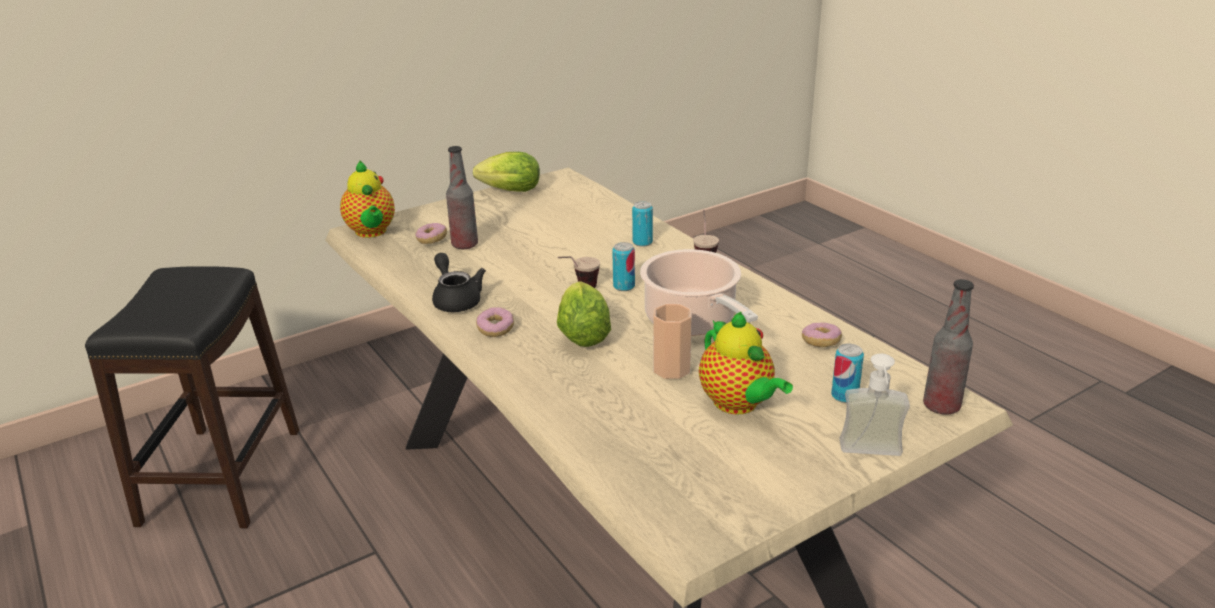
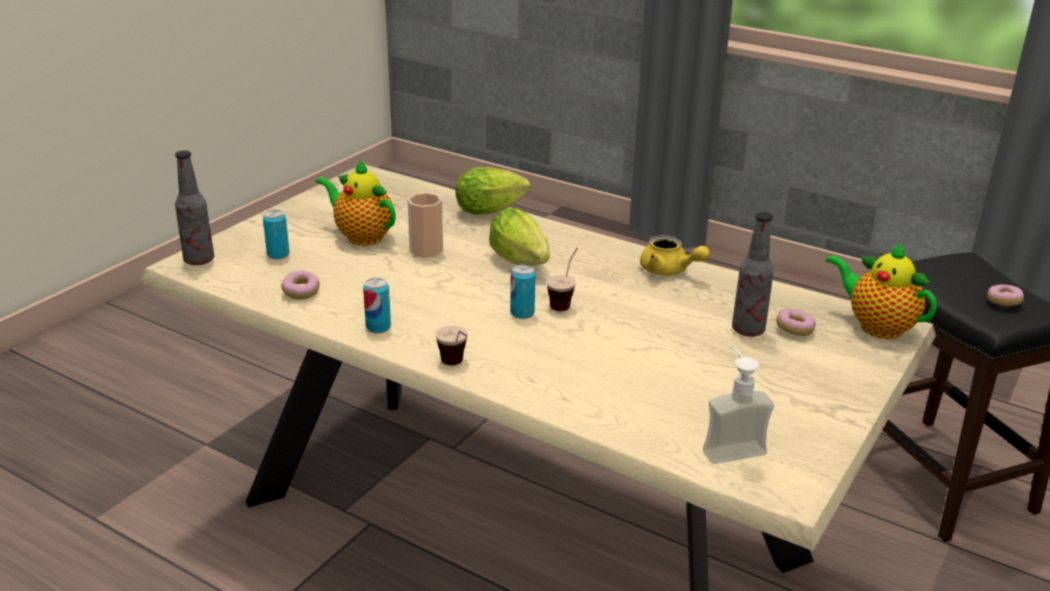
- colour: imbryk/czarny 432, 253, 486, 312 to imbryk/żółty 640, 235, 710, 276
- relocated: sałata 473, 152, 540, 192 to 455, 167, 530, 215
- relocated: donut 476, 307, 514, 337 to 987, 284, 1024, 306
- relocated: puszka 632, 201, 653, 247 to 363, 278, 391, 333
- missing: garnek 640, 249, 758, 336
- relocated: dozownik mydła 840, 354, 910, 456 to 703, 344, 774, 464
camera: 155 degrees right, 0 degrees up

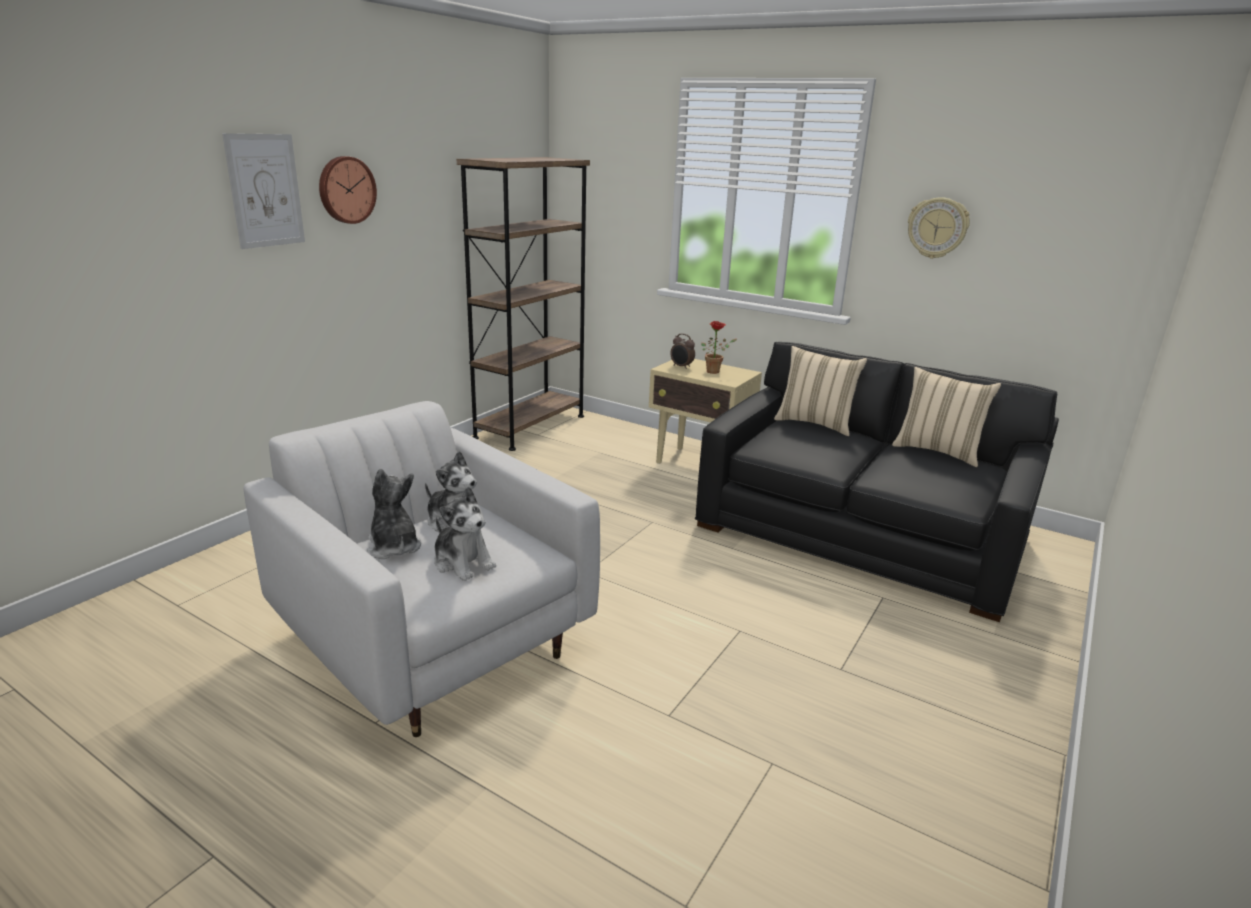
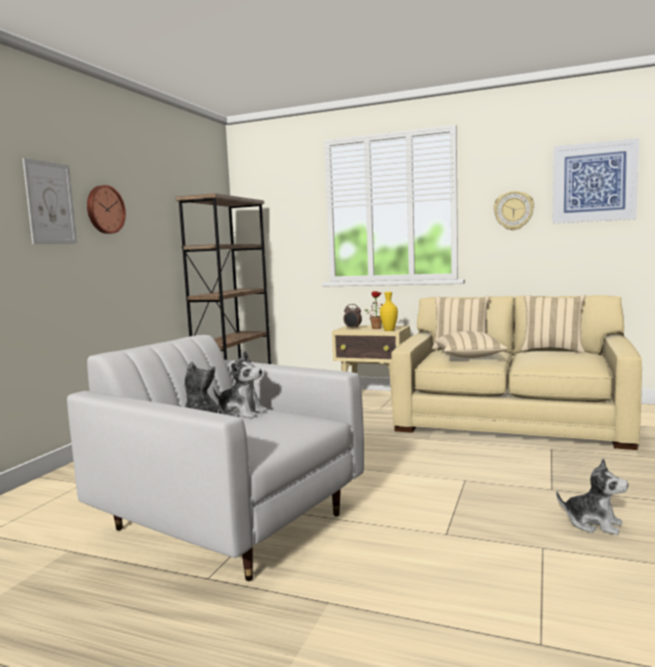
- relocated: pluszak 434, 486, 496, 581 to 556, 458, 628, 535
- colour: kanapa/czarny 695, 342, 1059, 622 to kanapa/beżowy 391, 295, 642, 450
- appeared: wazon/żółty 380, 292, 398, 331
- appeared: poduszka/beżowy 435, 331, 508, 358
- appeared: obraz 553, 138, 639, 223
camera: 10 degrees left, 15 degrees down

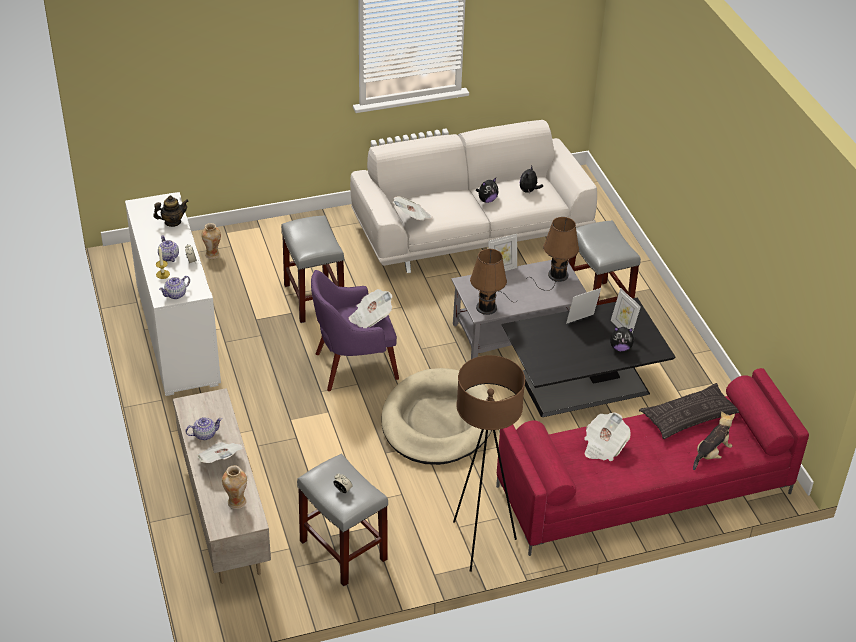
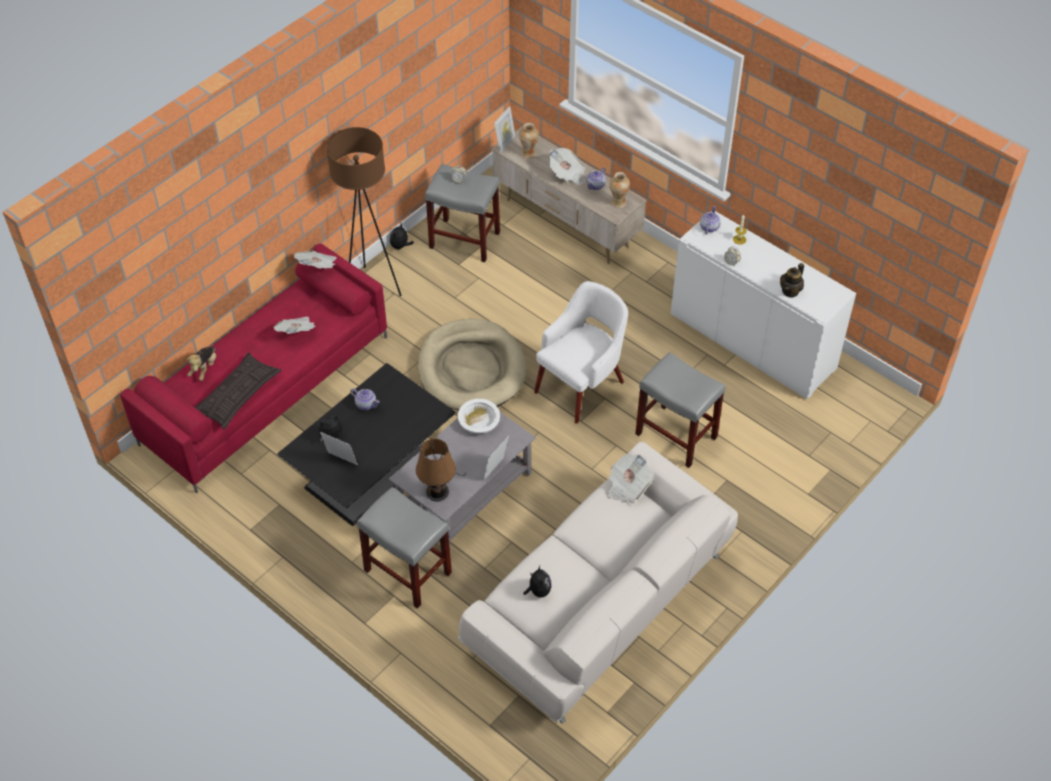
- relocated: imbryk 158, 235, 179, 262 to 350, 388, 380, 410
- relocated: wazon 201, 223, 221, 259 to 610, 172, 630, 209
- colour: fotel/fioletowy 311, 270, 399, 391 to fotel/biały 534, 281, 628, 424
- relocated: gazeta 349, 289, 393, 328 to 294, 251, 337, 269
- exchanged: lampa stołowa/brązowy 470, 249, 518, 315 to miska/biały 458, 399, 500, 434
- relocated: pluszak 476, 178, 498, 203 to 390, 224, 414, 251
- relocated: ramka na zdjęcie 566, 288, 601, 324 to 494, 106, 516, 153
camera: 150 degrees right, 10 degrees up

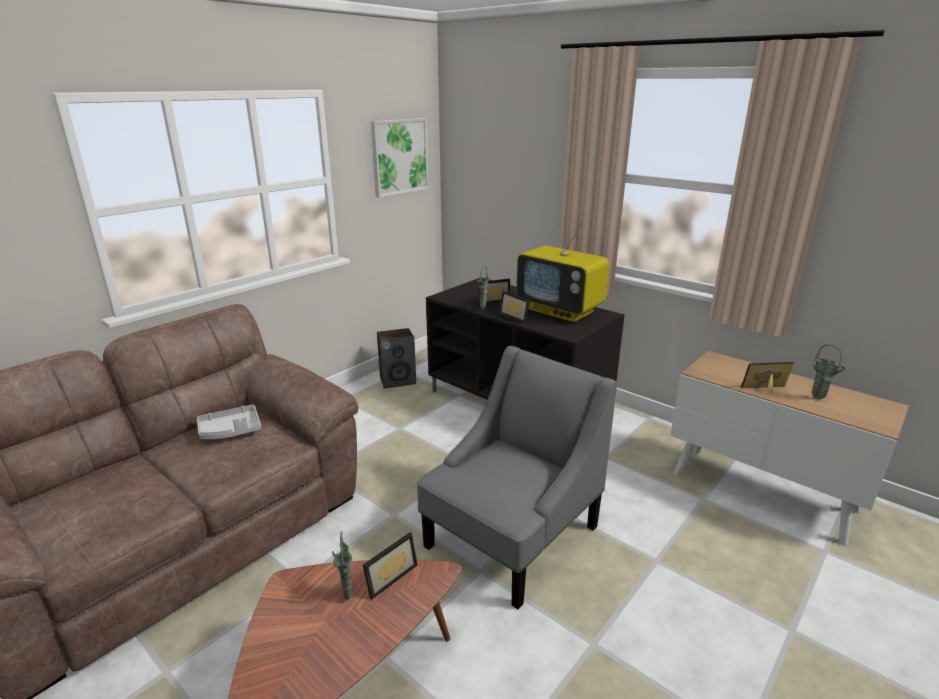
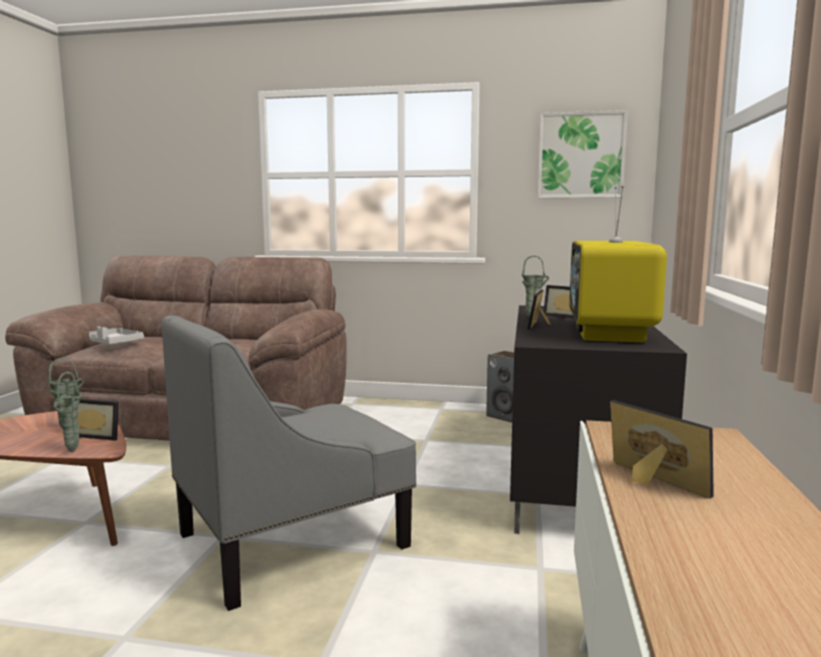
- relocated: taca/szary 197, 404, 261, 439 to 89, 326, 144, 345
- spun: fotel/szary 417, 346, 617, 609 = 162, 315, 416, 611 135 degrees clockwise
- relocated: wazon/zielony 812, 344, 845, 399 to 53, 372, 82, 452
camera: 60 degrees right, 15 degrees down

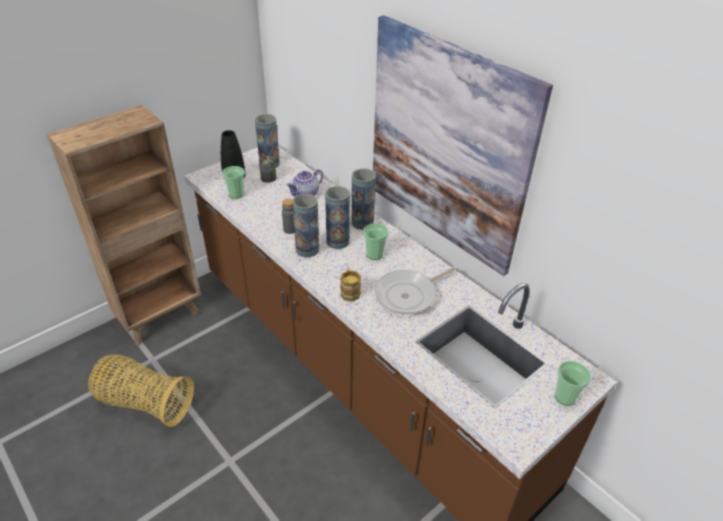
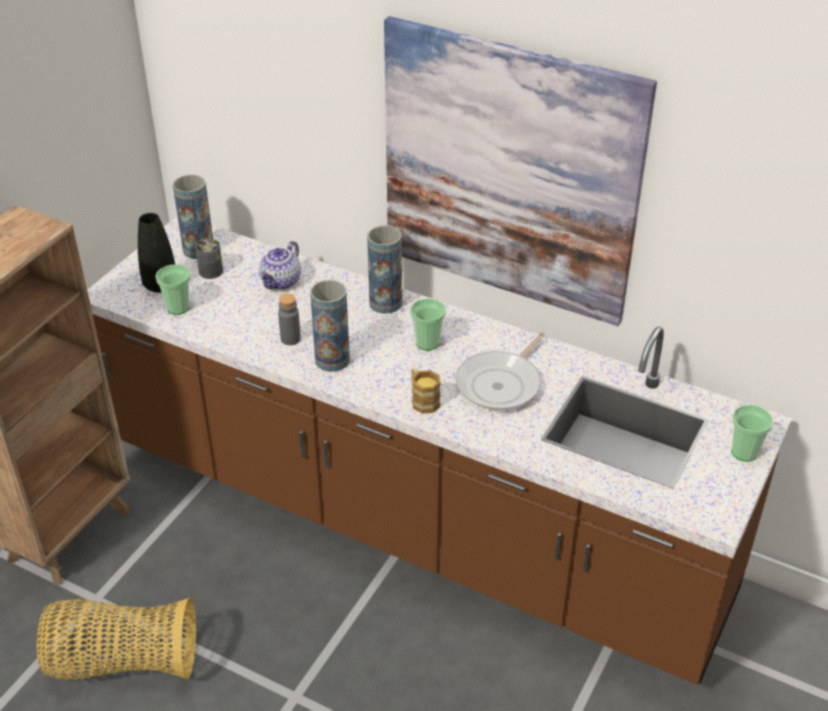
- missing: wazon 325, 186, 350, 249
camera: 20 degrees left, 0 degrees up

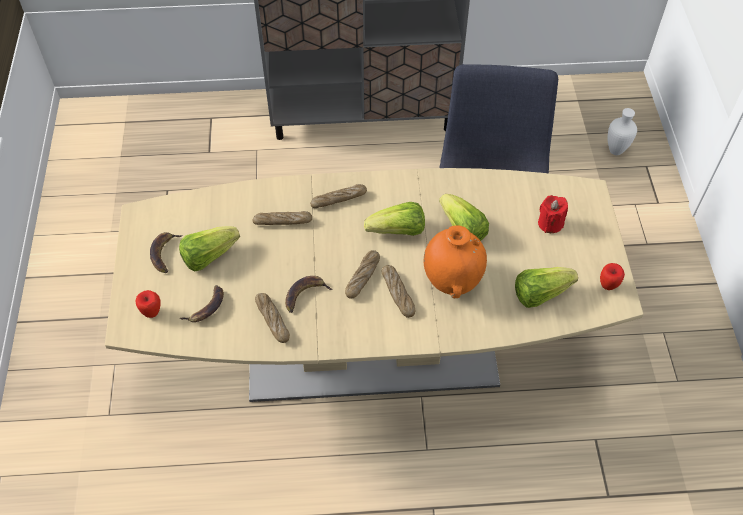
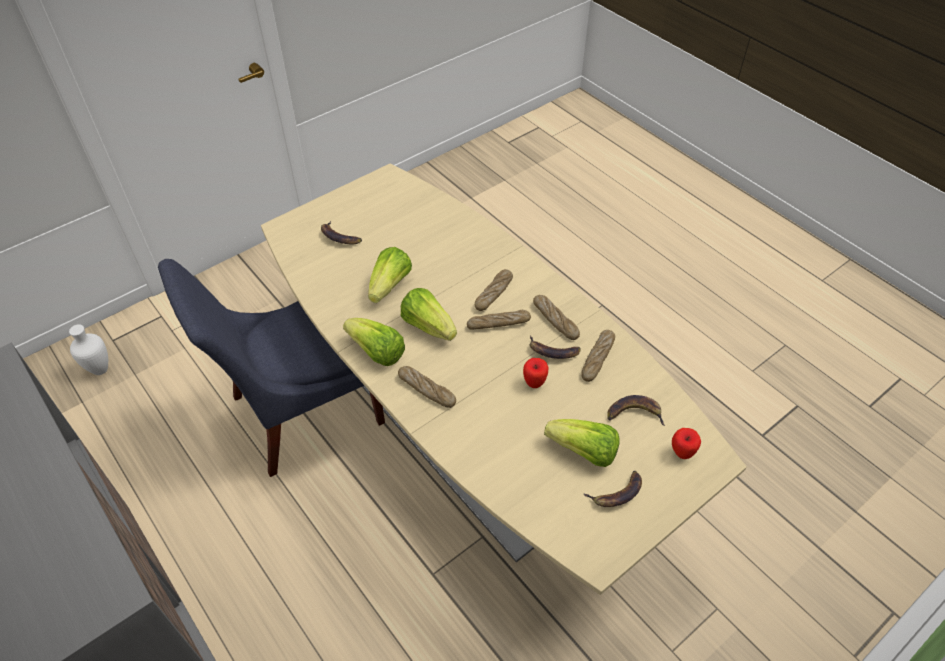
- relocated: chleb 253, 211, 312, 225 to 533, 295, 580, 340
- missing: wazon/pomarańczowy 424, 225, 487, 298
- relocated: sałata 515, 267, 578, 308 to 343, 318, 405, 366
- exchanged: świeca/czerwony 538, 195, 568, 233 to banan 321, 221, 362, 245
- relocated: jabłko 600, 263, 625, 290 to 523, 358, 548, 388
camera: 125 degrees left, 5 degrees down

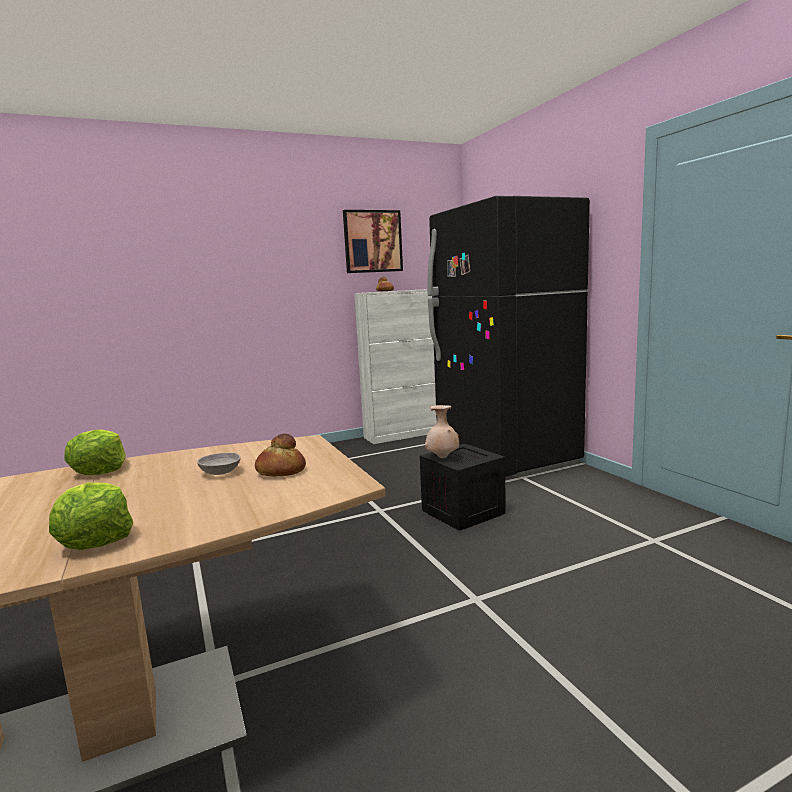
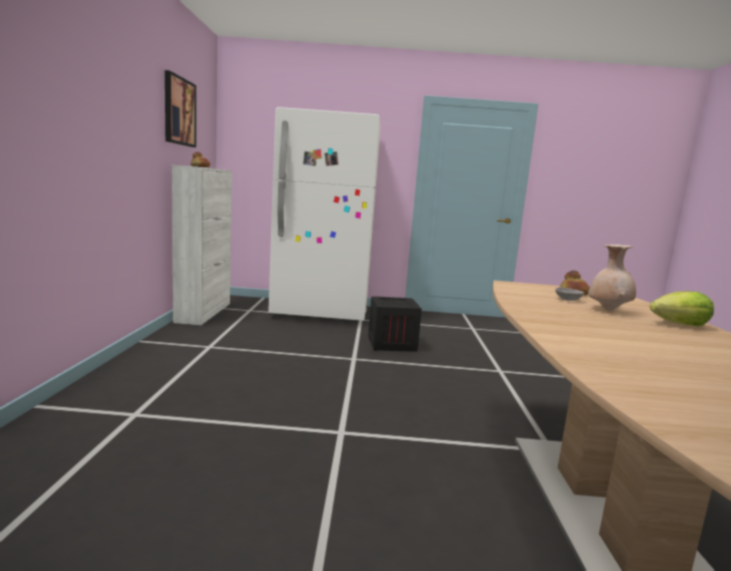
- missing: sałata 65, 430, 126, 475
- relocated: wazon/beżowy 425, 405, 459, 458 to 588, 244, 636, 311
- colour: lodówka/czarny 427, 196, 590, 478 to lodówka/biały 268, 107, 380, 321
camera: 65 degrees left, 0 degrees up

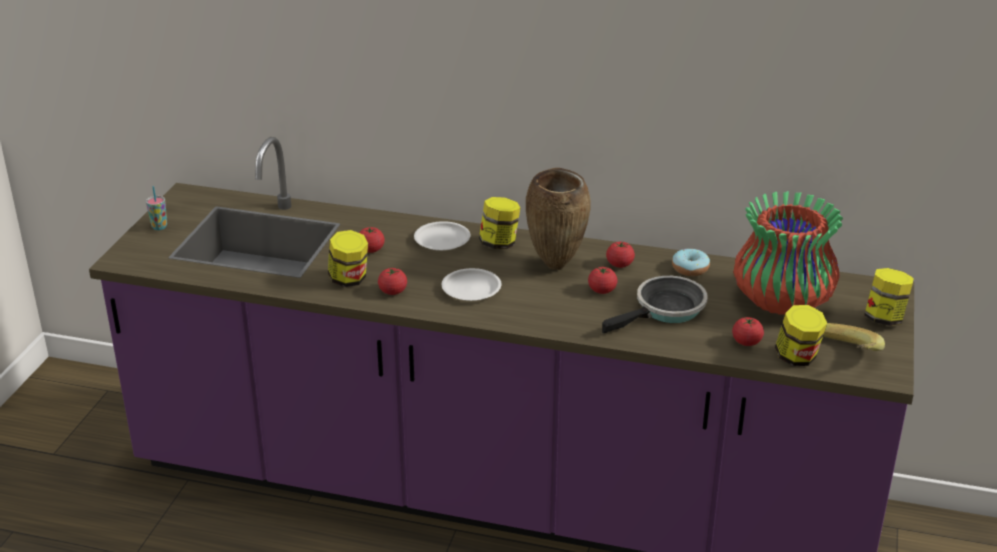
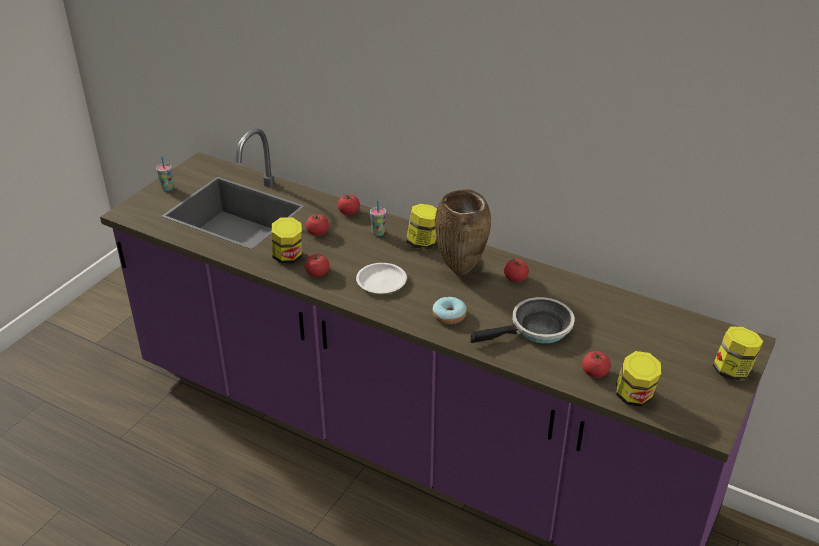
- exchanged: talerz/biały 414, 221, 470, 251 to filiżanka 370, 200, 386, 236
- relocated: pomidor 588, 267, 618, 294 to 338, 194, 360, 215
- relocated: donut 672, 249, 710, 276 to 432, 297, 467, 324
- missing: wazon 733, 191, 843, 315
- missing: banan 823, 323, 885, 351
camera: 15 degrees right, 5 degrees up

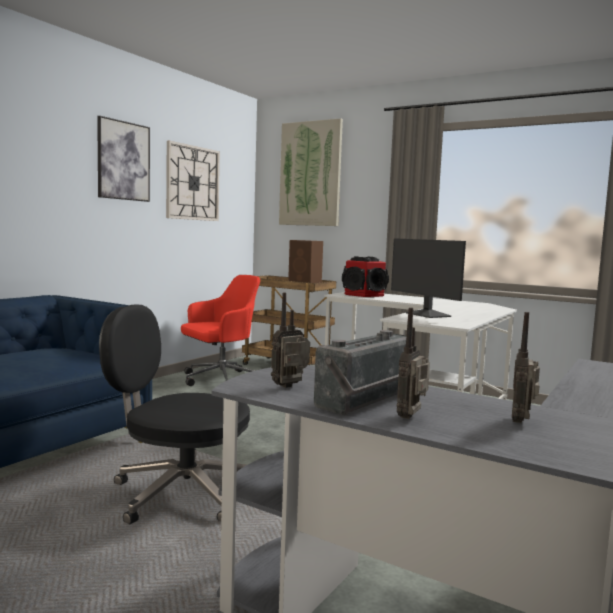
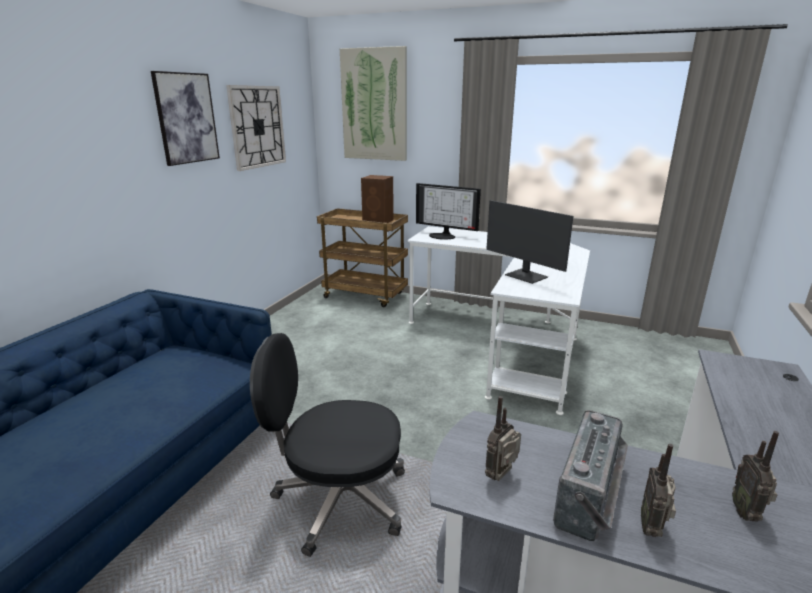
- missing: krzesło biurowe/czerwony 181, 275, 260, 386
- exchanged: głośnik 342, 256, 389, 297 to monitor 416, 183, 481, 240
camera: 10 degrees left, 15 degrees up

